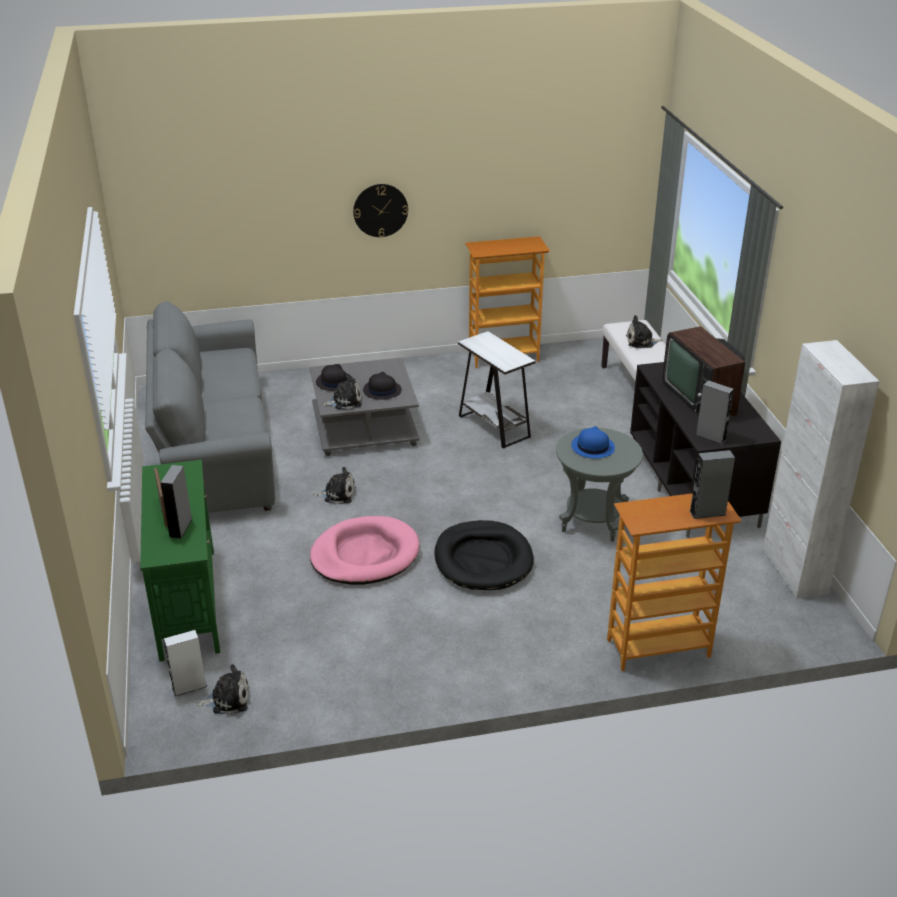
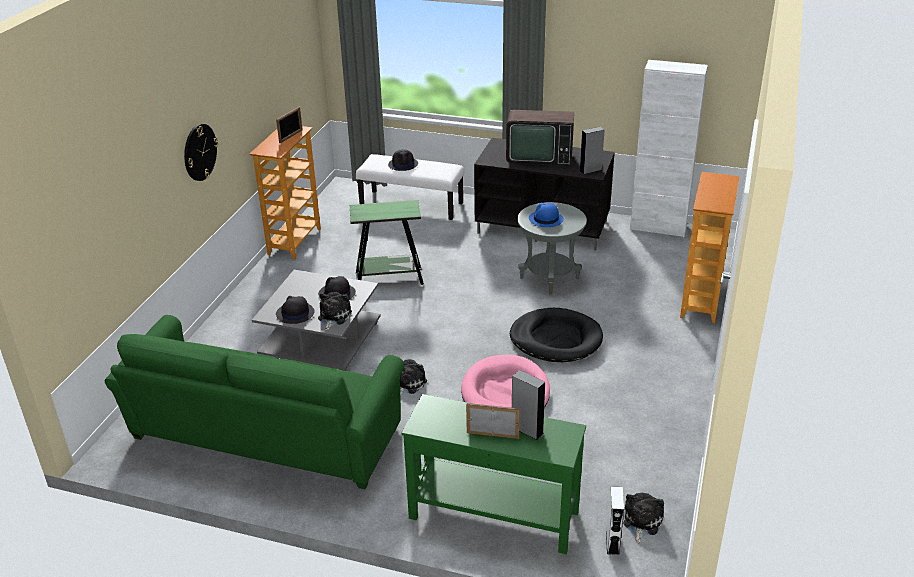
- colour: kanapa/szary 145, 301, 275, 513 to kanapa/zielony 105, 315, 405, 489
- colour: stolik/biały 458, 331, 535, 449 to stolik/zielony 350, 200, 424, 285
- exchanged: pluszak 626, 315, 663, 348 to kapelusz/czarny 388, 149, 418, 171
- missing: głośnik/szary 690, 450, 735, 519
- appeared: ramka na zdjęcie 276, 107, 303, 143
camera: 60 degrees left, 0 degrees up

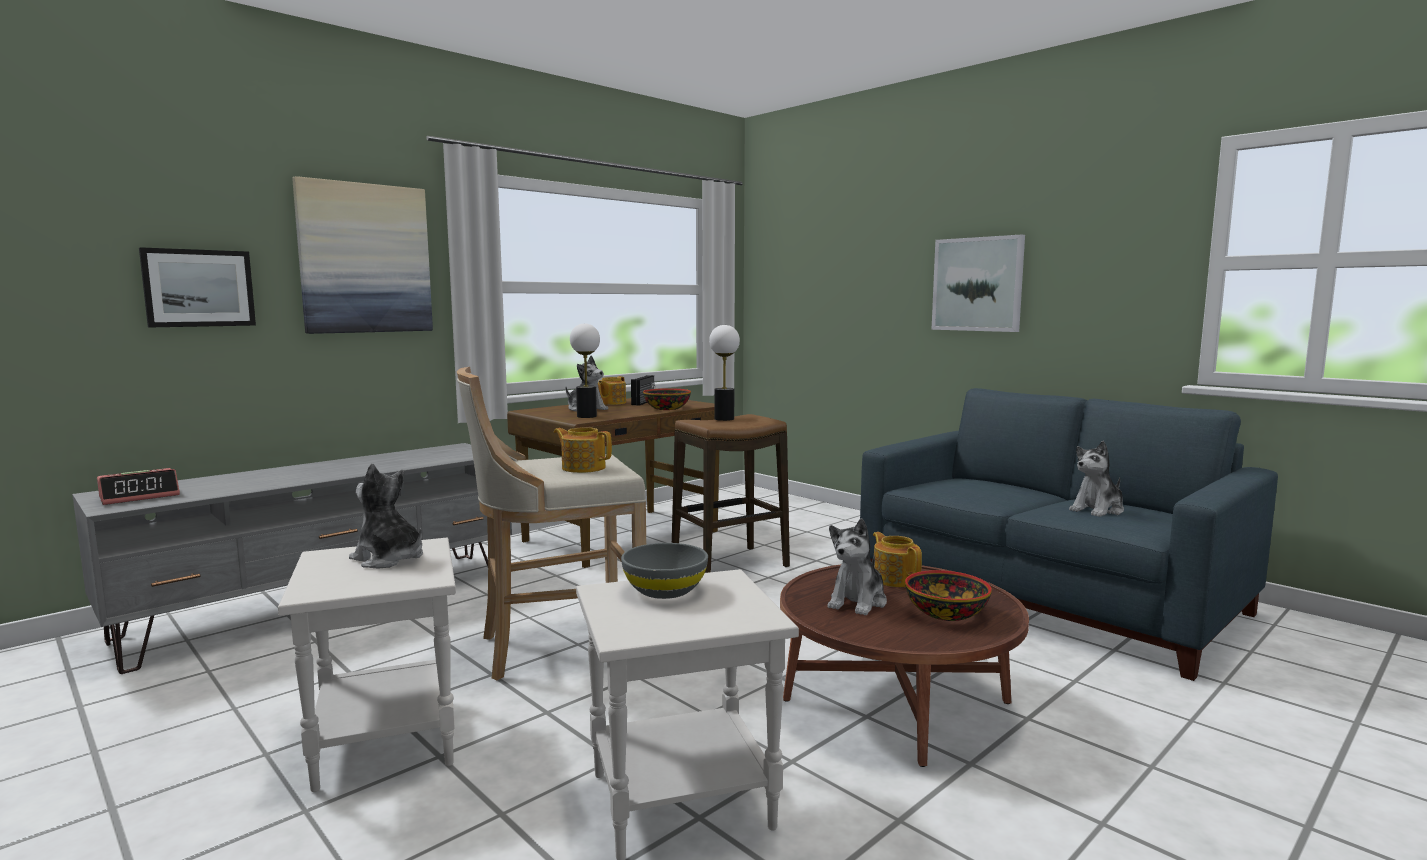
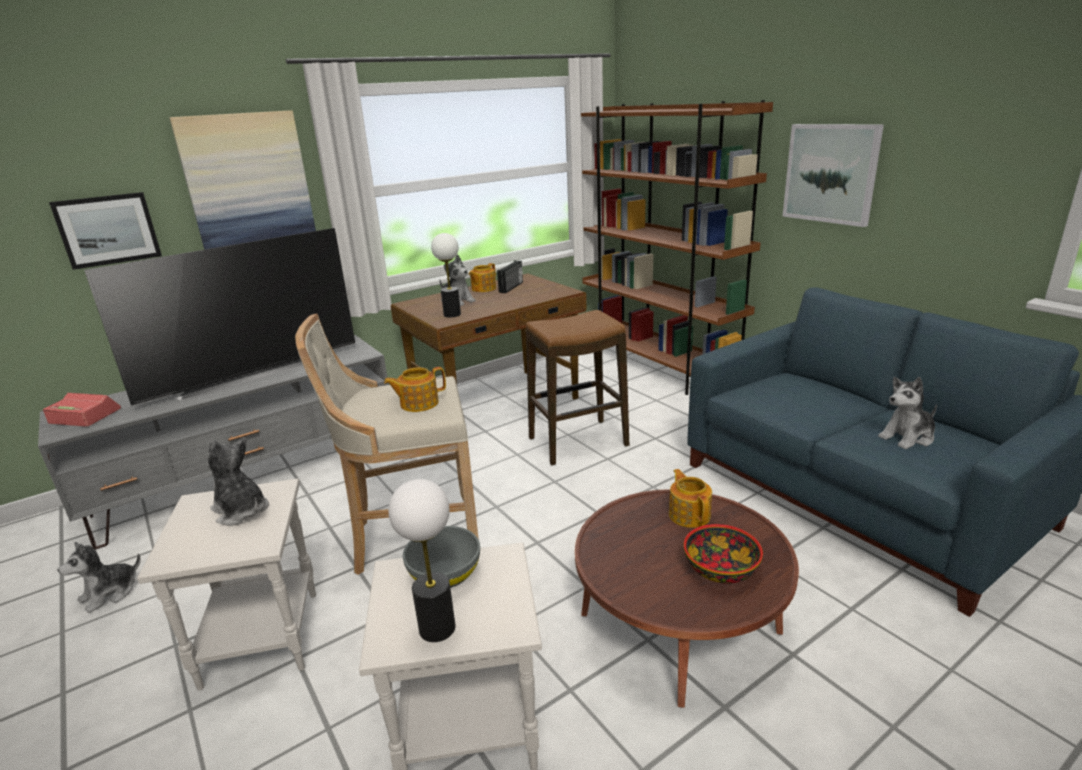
- spun: budzik 97, 468, 180, 505 = 43, 393, 121, 427 135 degrees counterclockwise
- spun: imbryk 554, 427, 612, 473 = 384, 367, 446, 412 60 degrees counterclockwise
- missing: miska 643, 388, 691, 410
- relocated: lampa stołowa 709, 325, 740, 421 to 389, 479, 456, 642
- relocated: pluszak 828, 518, 887, 615 to 58, 542, 141, 613
- appeared: telewizor 84, 228, 355, 406
- appeared: regał/brązowy 581, 100, 773, 395
camera: 10 degrees right, 15 degrees up

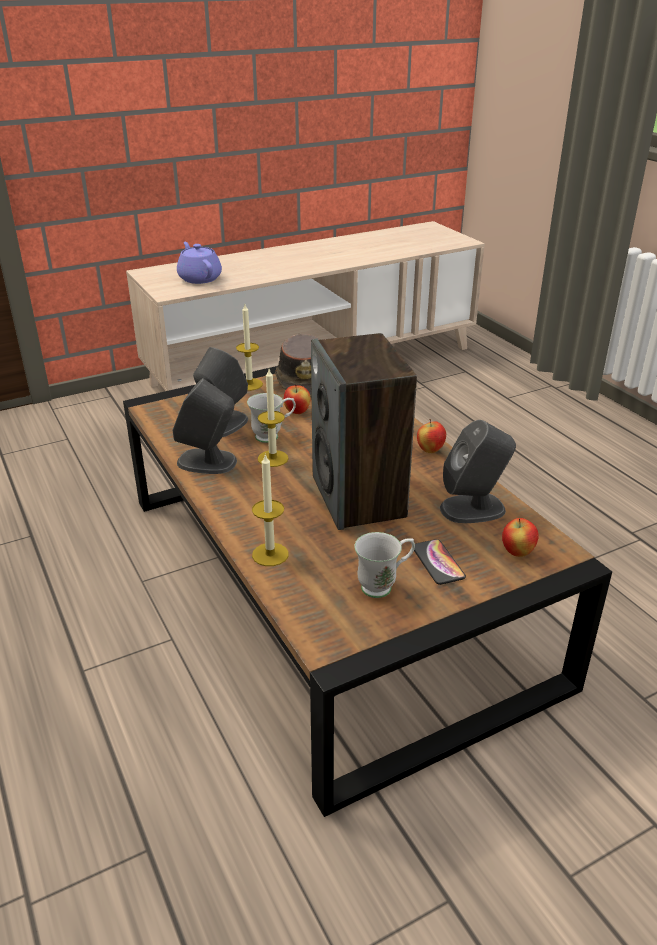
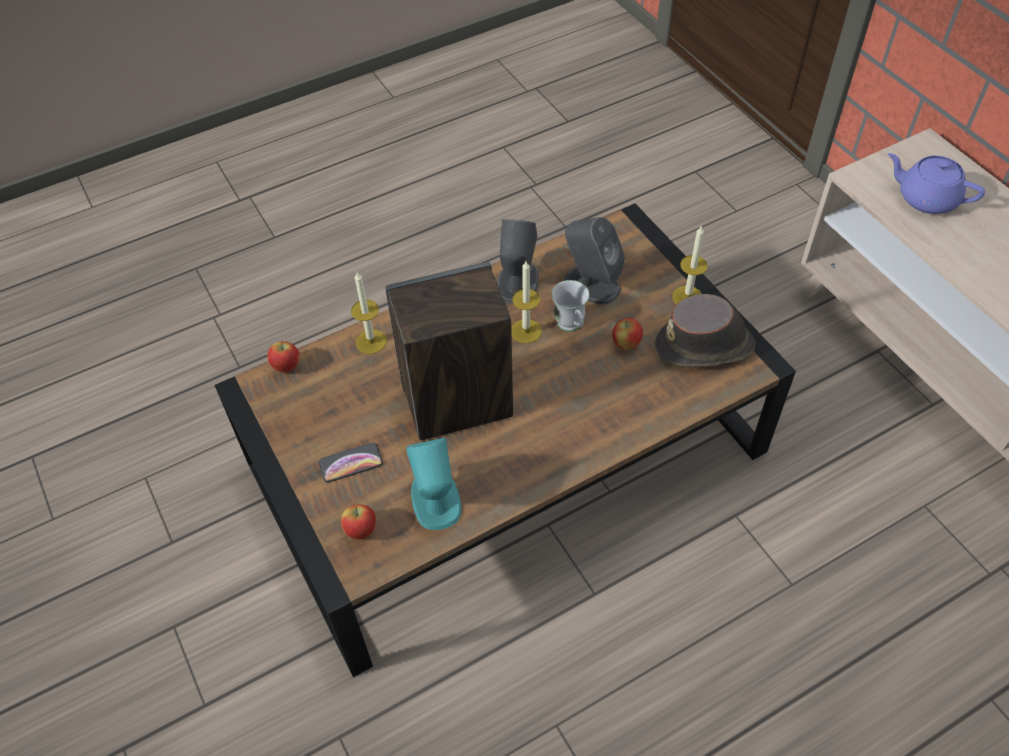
- spun: imbryk/fioletowy 177, 242, 222, 284 = 888, 153, 985, 214 120 degrees counterclockwise
- missing: kubek/biały 354, 532, 415, 598
- relocated: jabłko 417, 419, 446, 453 to 267, 341, 300, 373
- colour: głośnik/szary 440, 420, 516, 523 to głośnik/turkusowy 406, 438, 461, 530
camera: 90 degrees right, 20 degrees up

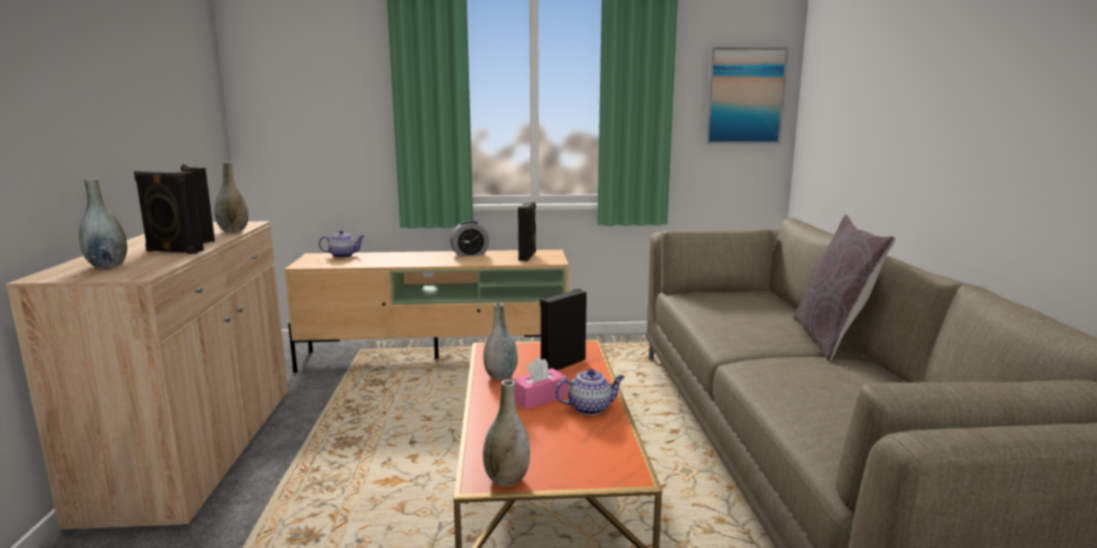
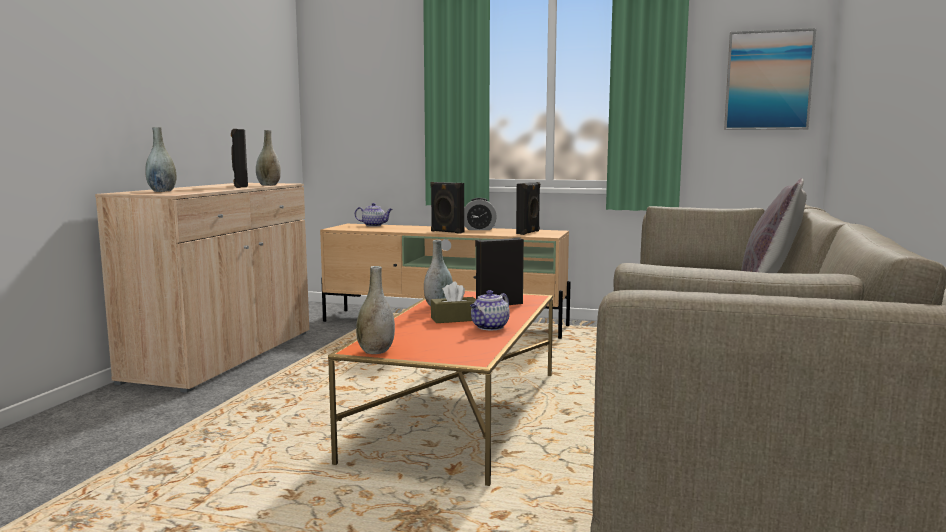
- relocated: głośnik/czarny 134, 171, 204, 254 to 431, 182, 464, 234
- colour: pudełko chusteczek/różowy 512, 357, 568, 409 to pudełko chusteczek/brązowy 431, 281, 476, 323
- spun: imbryk 555, 369, 624, 415 = 470, 290, 510, 330 120 degrees clockwise
camera: 20 degrees right, 5 degrees down

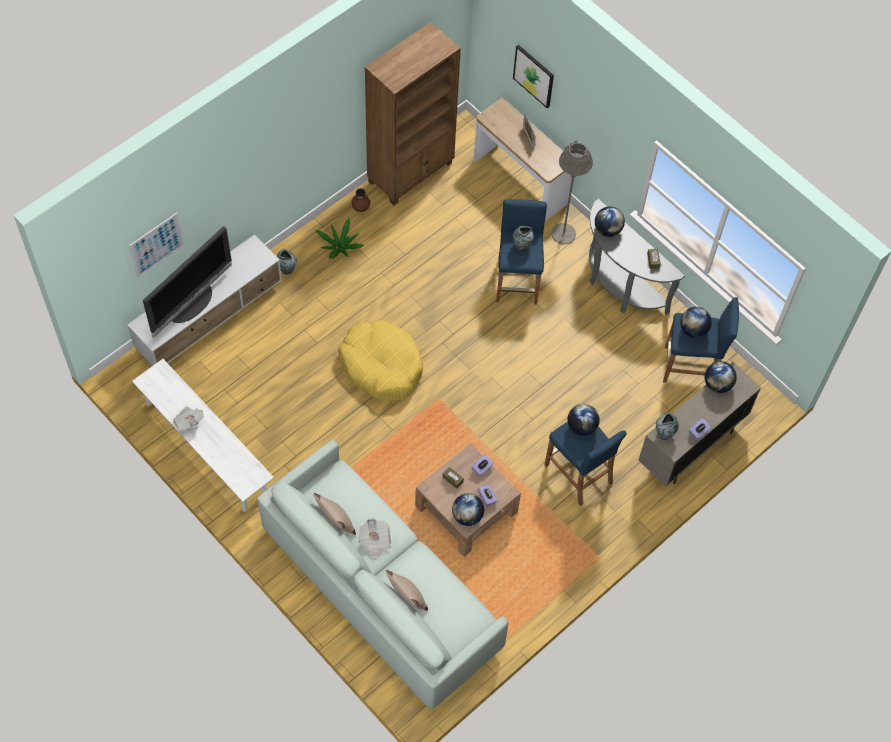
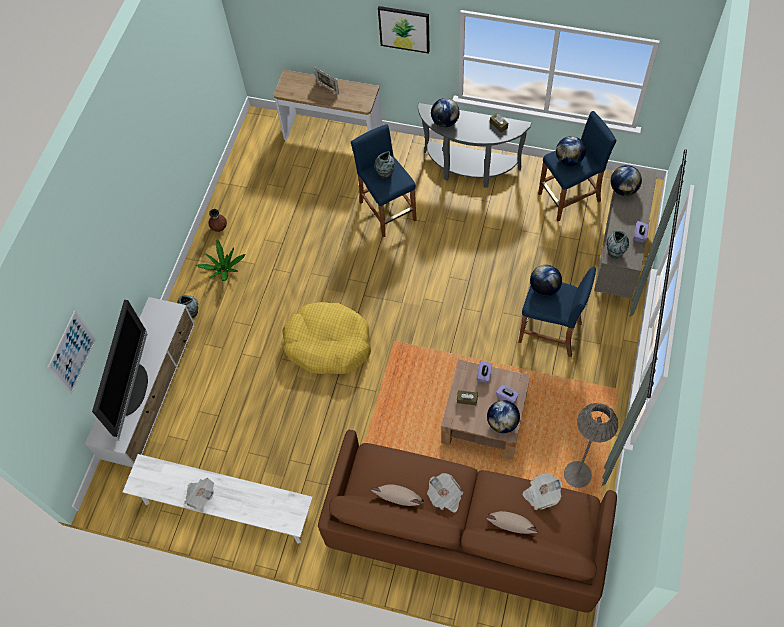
- colour: kanapa/biały 257, 440, 508, 709 to kanapa/brązowy 318, 430, 617, 613
- missing: regał/brązowy 365, 22, 461, 206
- relocated: obraz 513, 45, 554, 108 to 378, 6, 430, 54
- relocated: lampa stojąca/szary 551, 141, 593, 244 to 564, 403, 618, 488
- appeared: gazeta 523, 473, 563, 510
camera: 25 degrees left, 0 degrees up

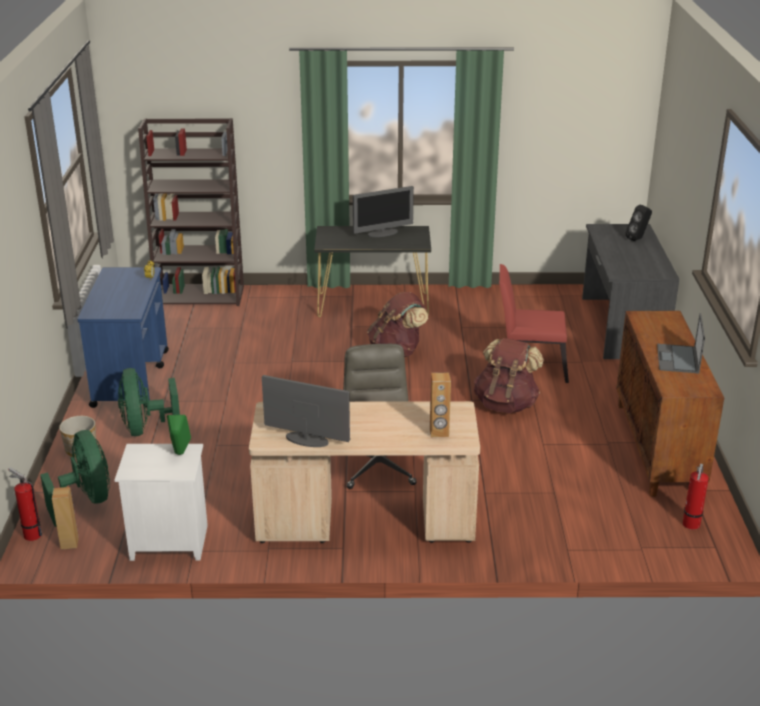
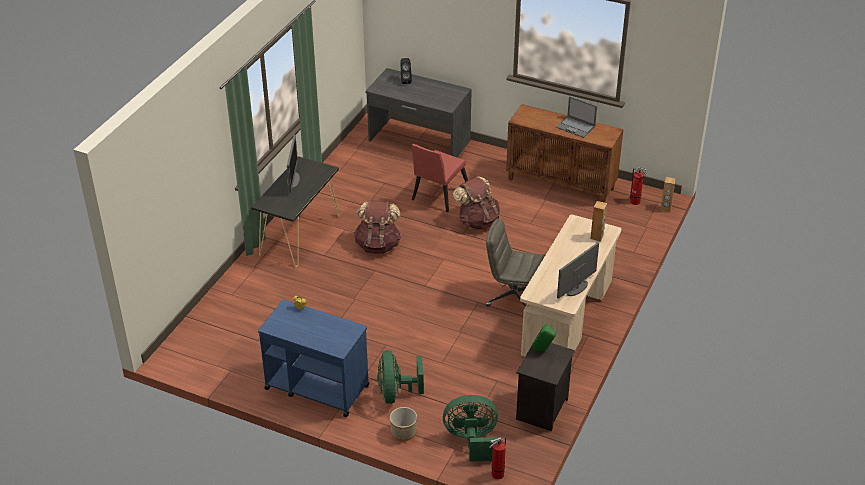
- relocated: głośnik/brązowy 52, 487, 79, 550 to 660, 177, 676, 212
- colour: szafka nocna/biały 115, 444, 208, 561 to szafka nocna/czarny 516, 342, 575, 431
- spun: wentylator/zielony 118, 368, 180, 436 = 377, 350, 424, 404 75 degrees clockwise
- missing: regał/brązowy 138, 118, 244, 306
camera: 65 degrees left, 10 degrees up

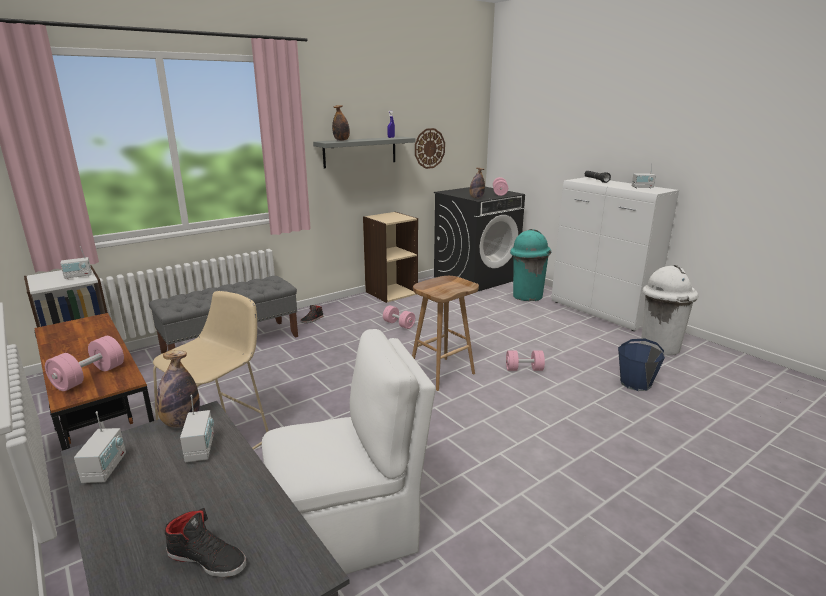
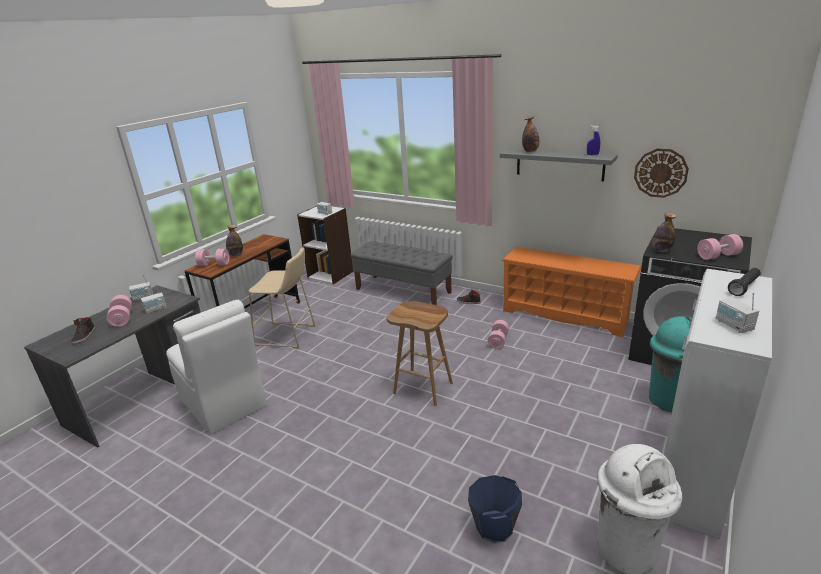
- relocated: butelka 156, 350, 200, 428 to 226, 225, 243, 256
- exchanged: regał/beżowy 363, 212, 418, 303 to regał na buty/pomarańczowy 502, 247, 642, 337
- relocated: hantel/różowy 506, 351, 545, 371 to 107, 295, 132, 327
camera: 70 degrees right, 5 degrees up

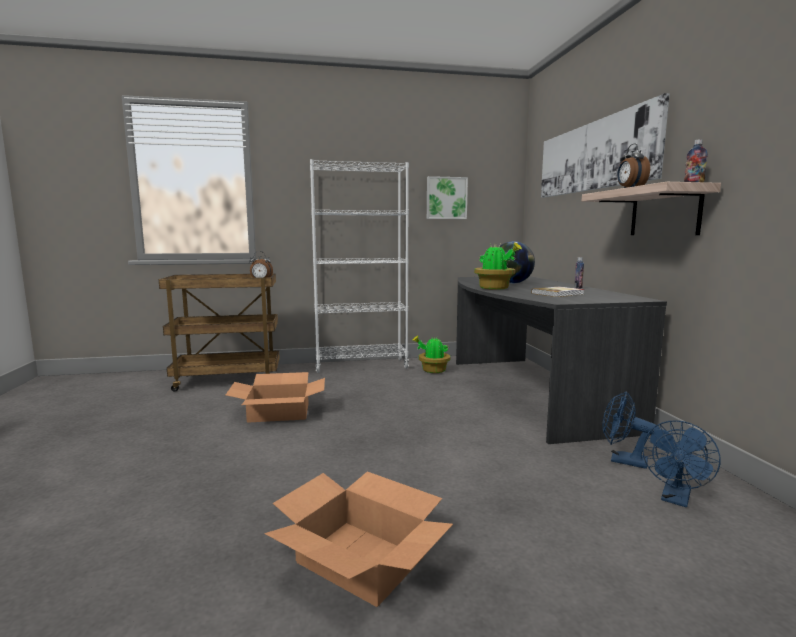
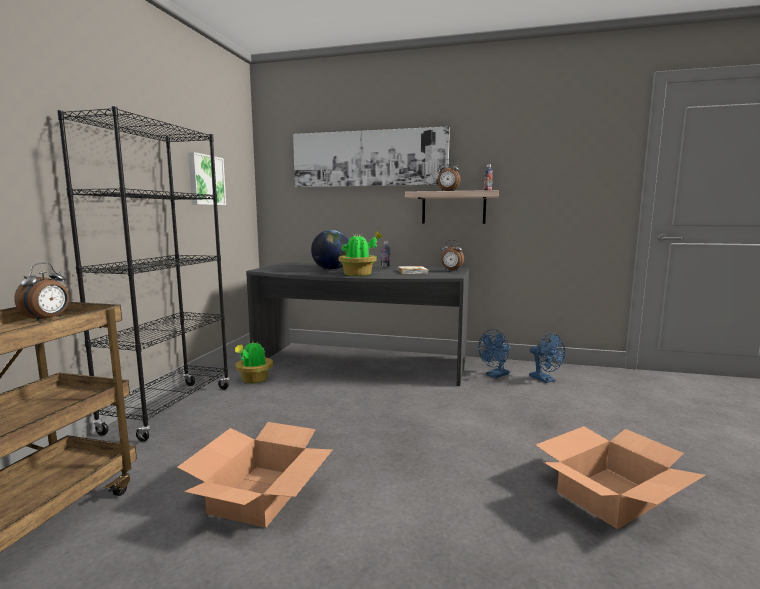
- colour: regał/biały 310, 159, 409, 373 to regał/czarny 57, 106, 230, 442
- appeared: budzik 441, 240, 464, 271
camera: 65 degrees left, 0 degrees up

